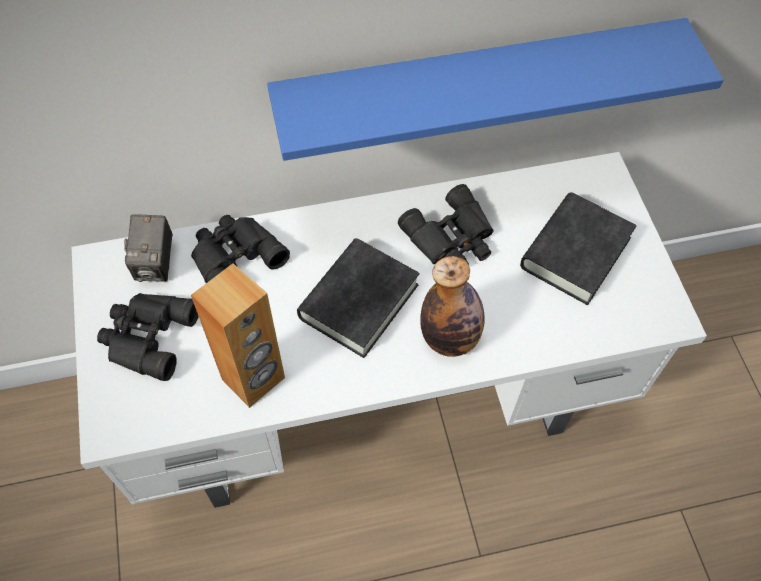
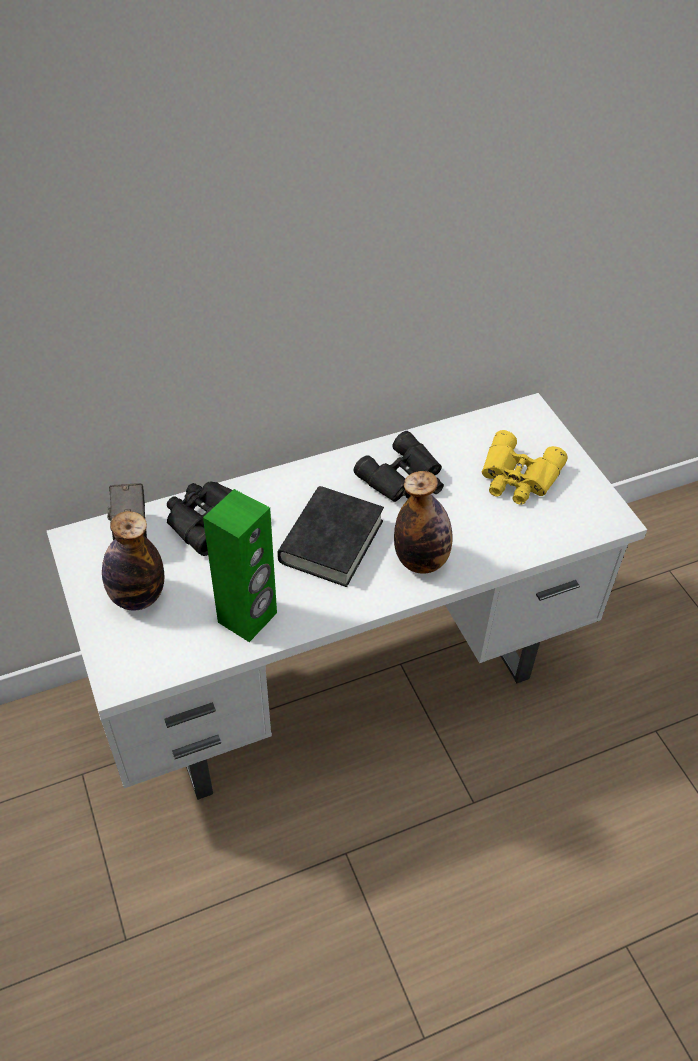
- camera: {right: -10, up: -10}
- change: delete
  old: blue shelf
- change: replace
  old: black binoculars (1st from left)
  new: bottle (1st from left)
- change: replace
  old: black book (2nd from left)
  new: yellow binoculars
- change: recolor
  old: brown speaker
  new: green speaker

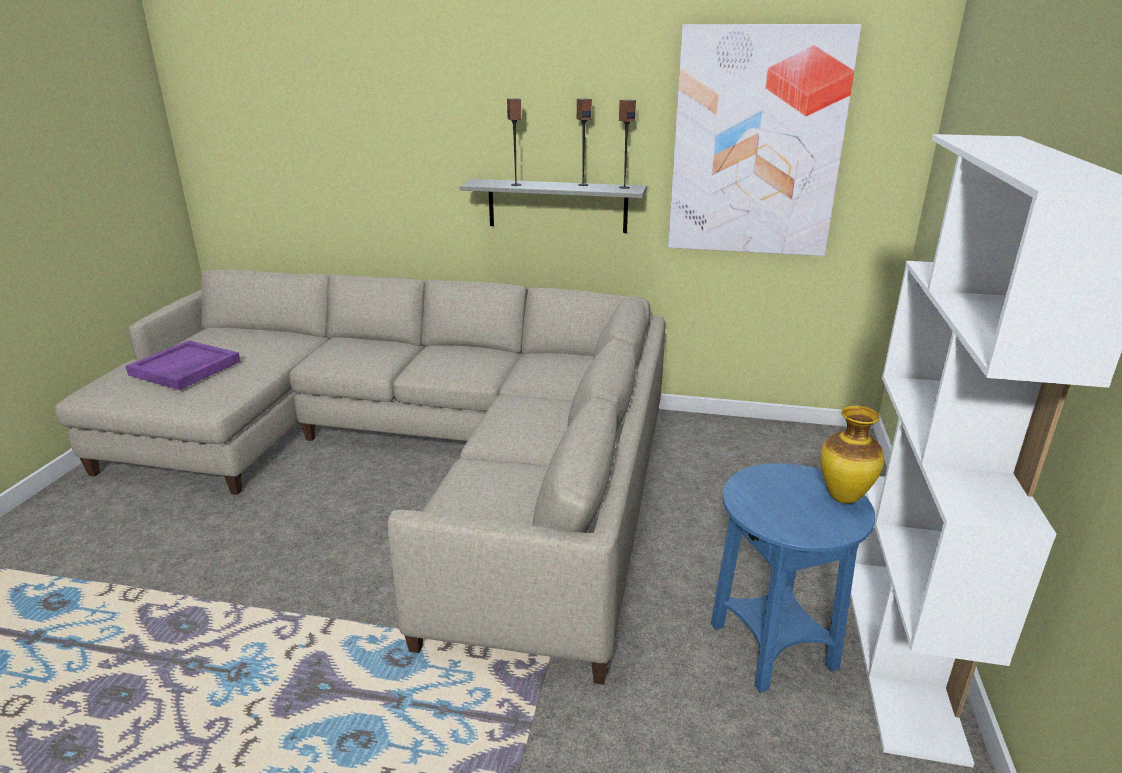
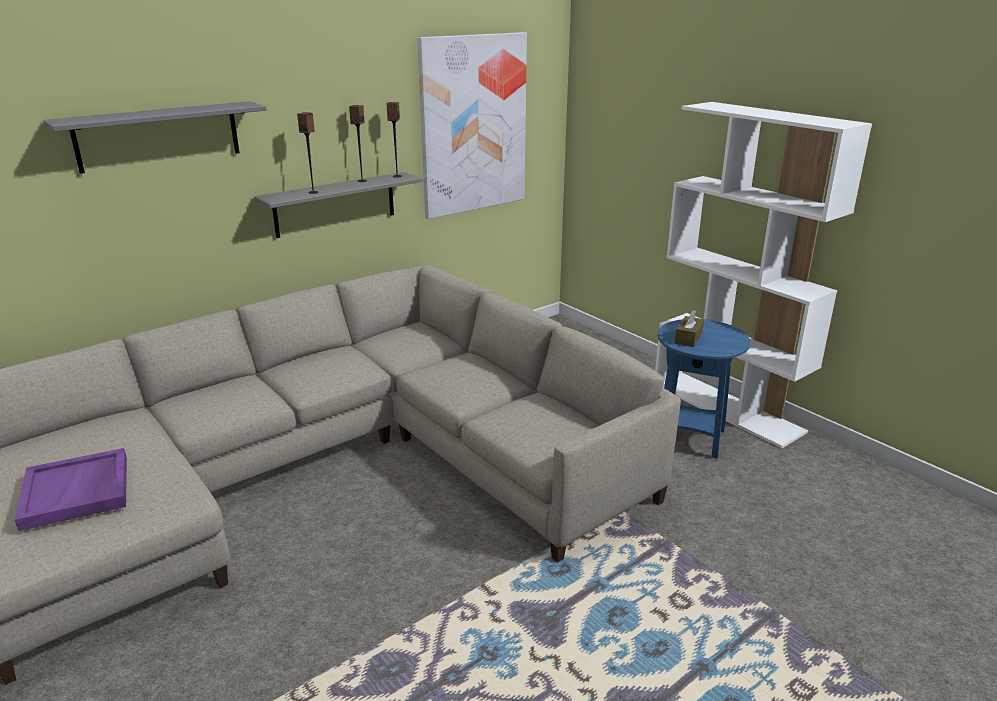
- camera: {right: -50, up: 0}
- change: delete
  old: vase
- change: insert
  new: grey shelf (1st from left)
- change: insert
  new: brown tissue box

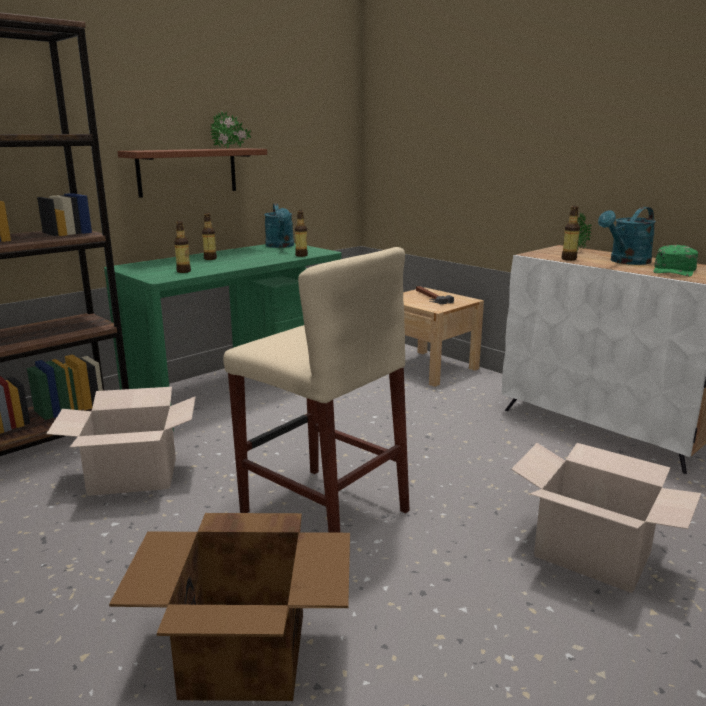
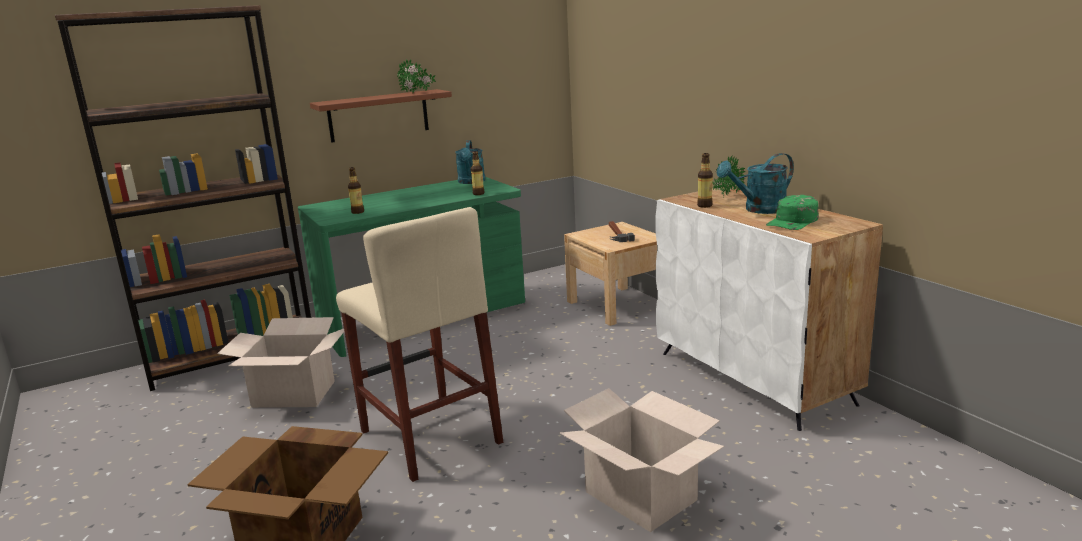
- camera: {right: 15, up: 0}
- change: delete
  old: bottle (2nd from left)

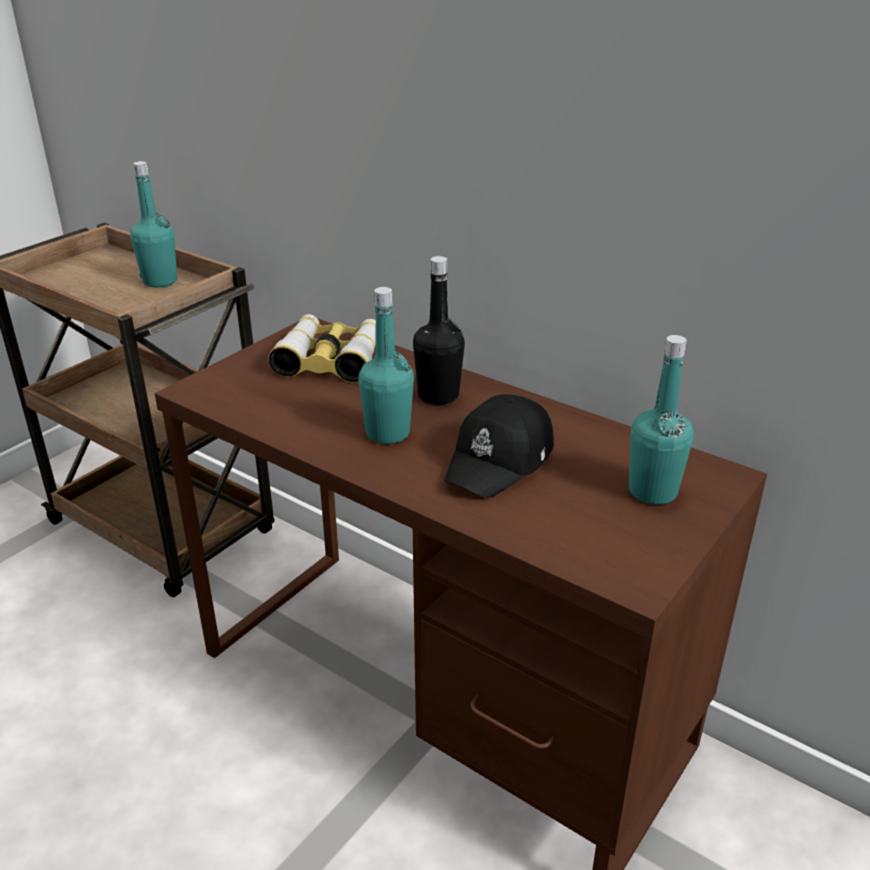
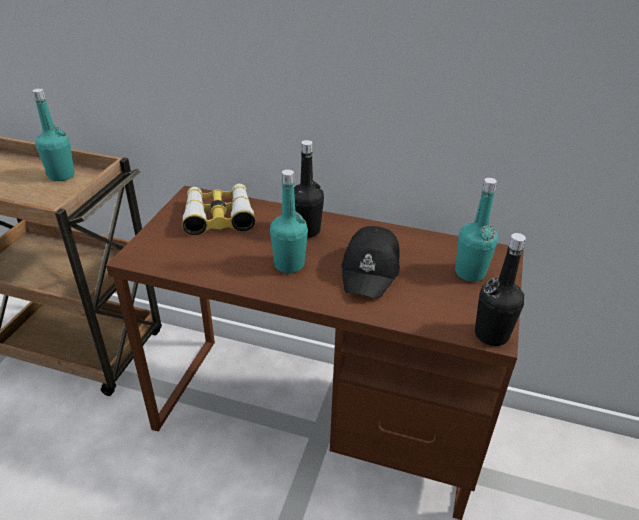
- camera: {right: -20, up: 5}
- change: insert
  new: black bottle (2nd from left)

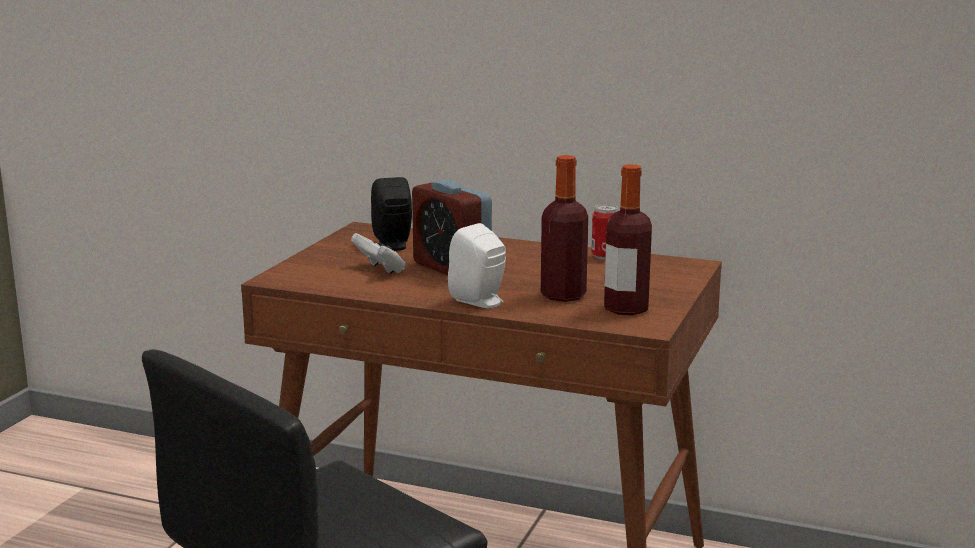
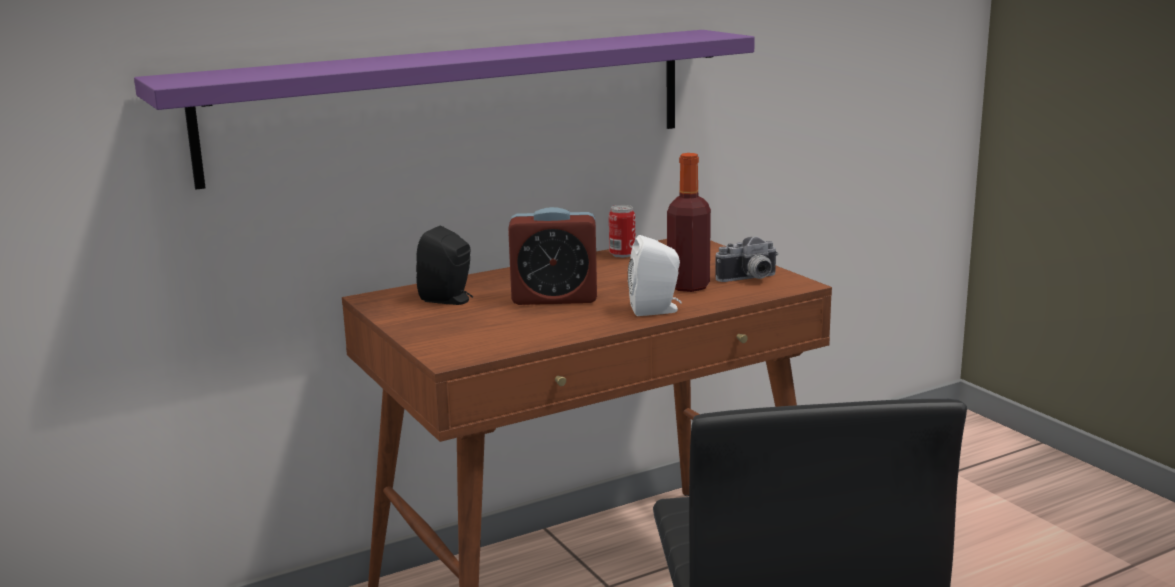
- camera: {right: -50, up: 0}
- change: delete
  old: white game controller
- change: insert
  new: purple shelf
- change: replace
  old: bottle (2nd from left)
  new: photo camera

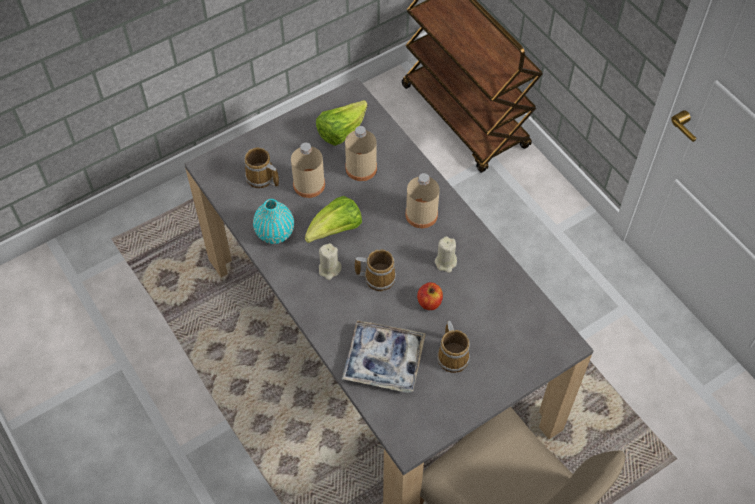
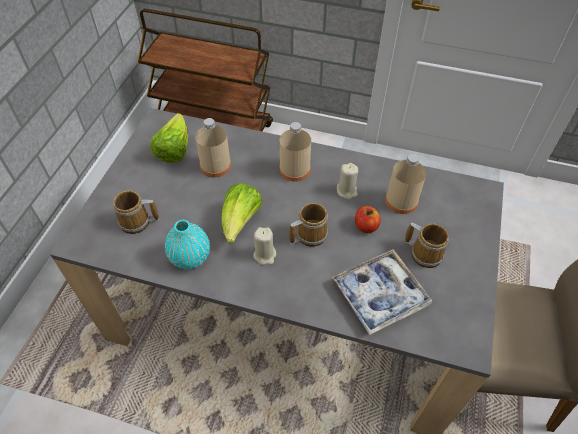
- camera: {right: -40, up: -5}
- change: move
  old: beige bottle (1st from left in the first image)
  new: beige bottle (3rd from left)

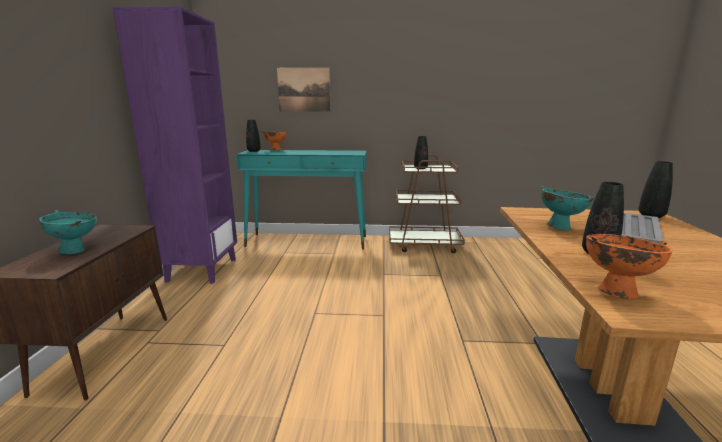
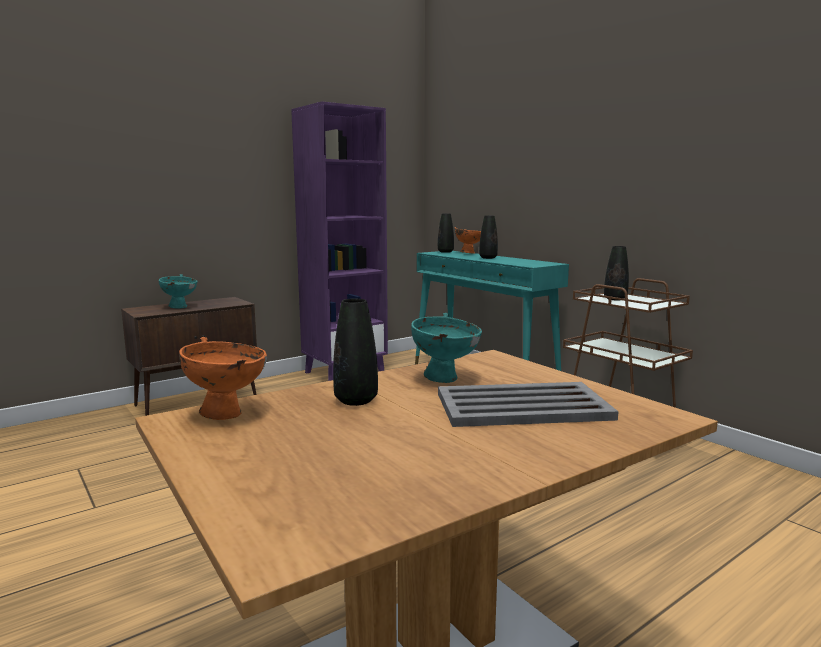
- camera: {right: 50, up: -5}
- change: delete
  old: picture
- change: move
  old: black vase (4th from left in the first image)
  new: black vase (3rd from left)

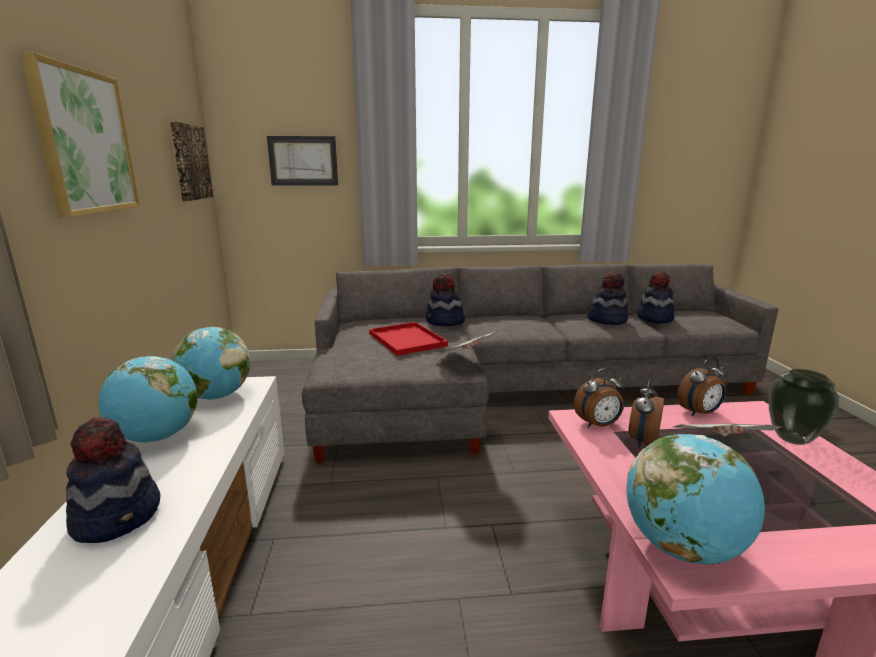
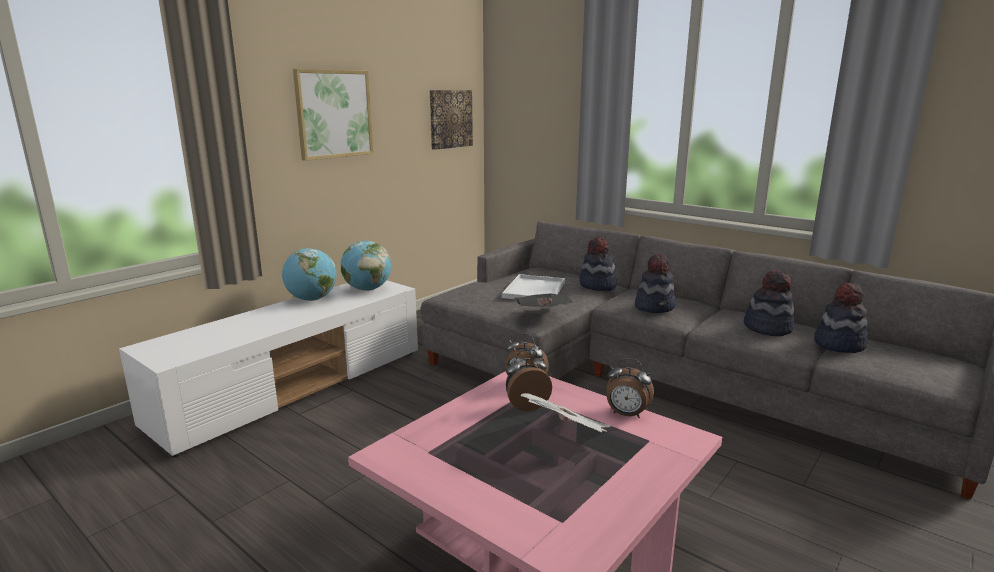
- camera: {right: 45, up: 0}
- change: delete
  old: picture (3rd from left)
- change: delete
  old: globe (3rd from left)
- change: delete
  old: vase
- change: move
  old: hat (1st from left in the first image)
  new: hat (2nd from left)
- change: recolor
  old: red tray
  new: white tray

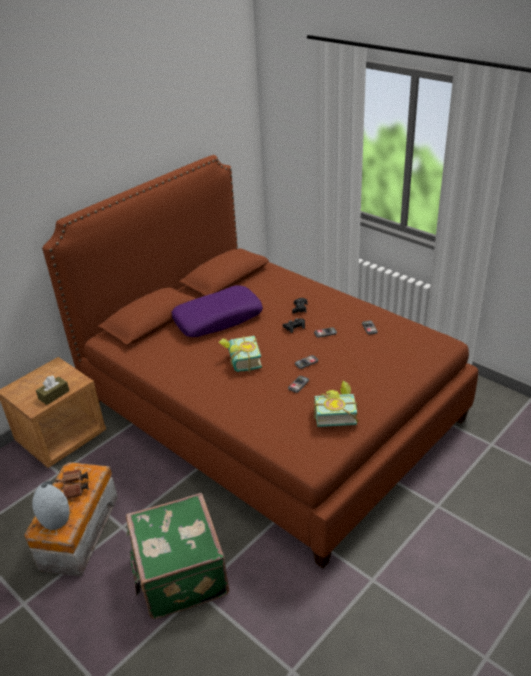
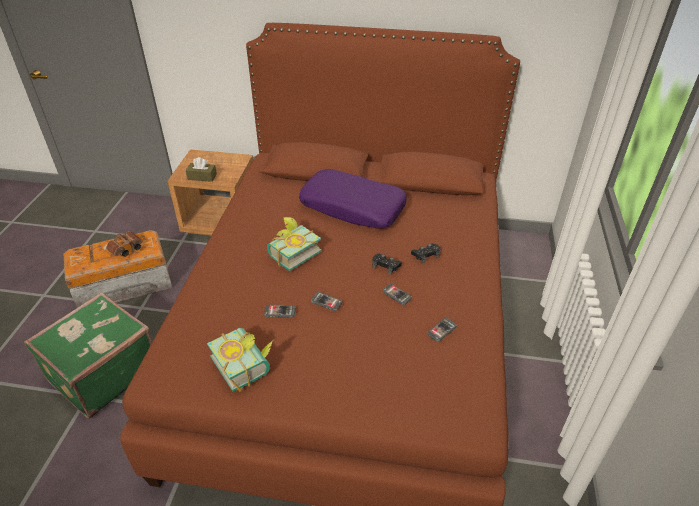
- camera: {right: 55, up: 5}
- change: delete
  old: grey vase

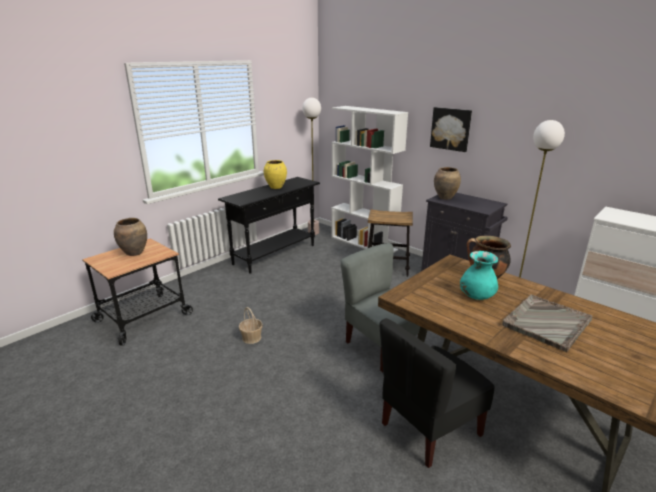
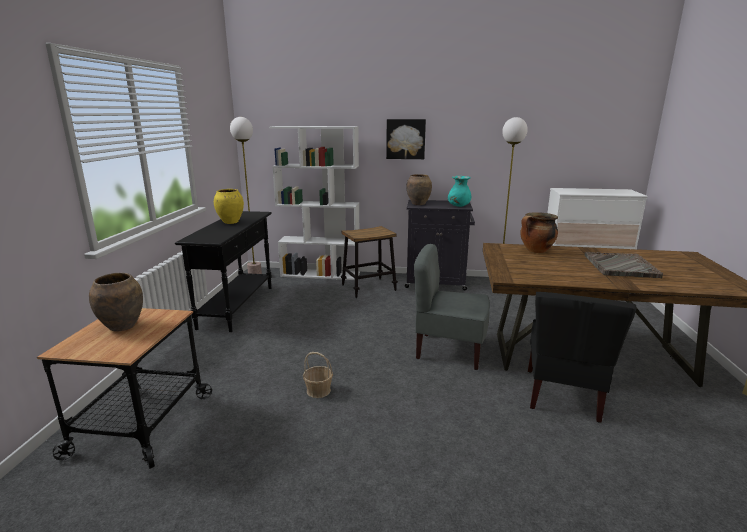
- camera: {right: -35, up: -5}
- change: move
  old: turquoise vase

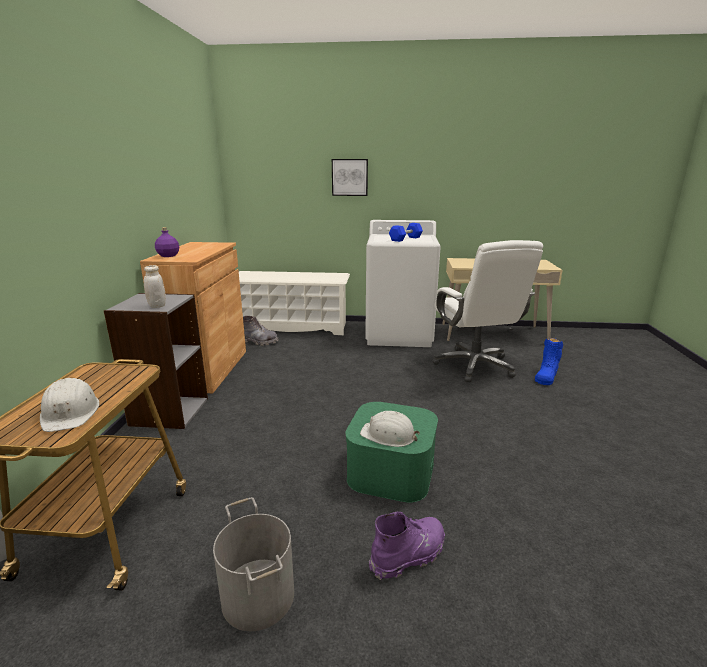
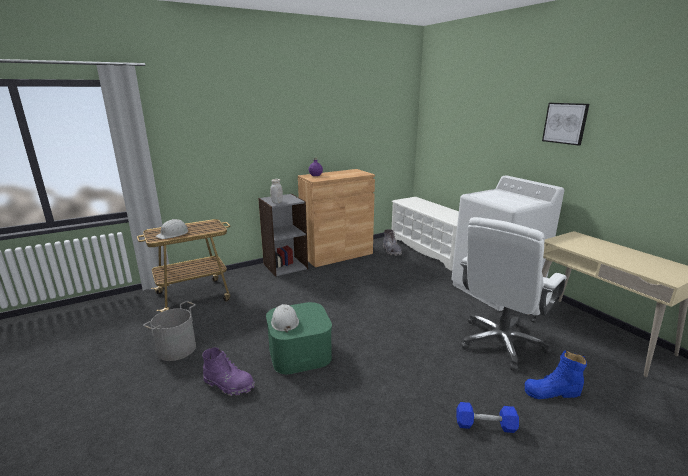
- camera: {right: 55, up: 0}
- change: move
  old: picture
- change: move
  old: blue dumbbell

